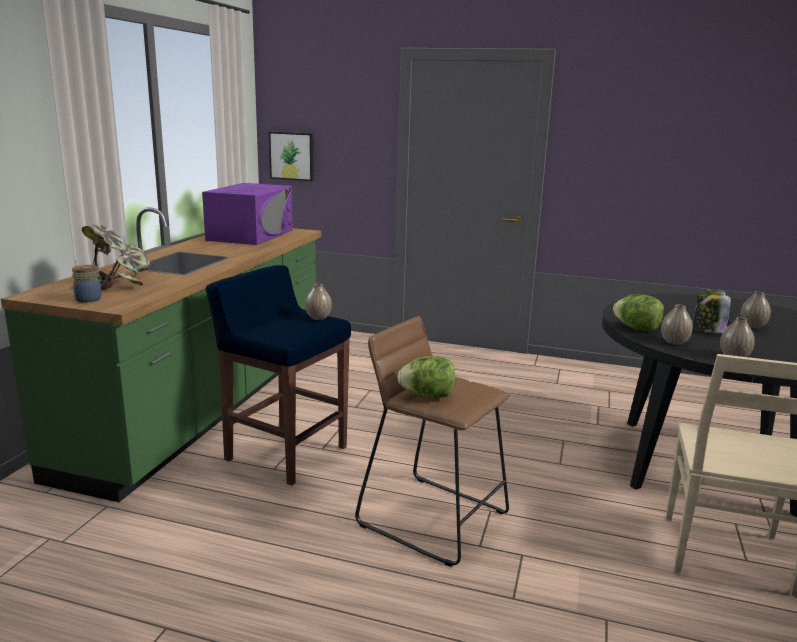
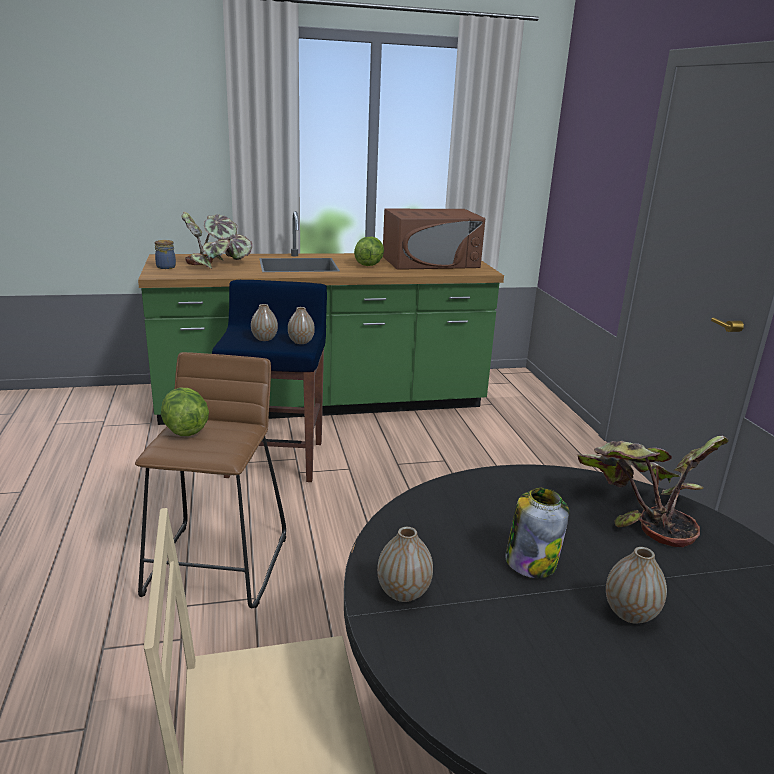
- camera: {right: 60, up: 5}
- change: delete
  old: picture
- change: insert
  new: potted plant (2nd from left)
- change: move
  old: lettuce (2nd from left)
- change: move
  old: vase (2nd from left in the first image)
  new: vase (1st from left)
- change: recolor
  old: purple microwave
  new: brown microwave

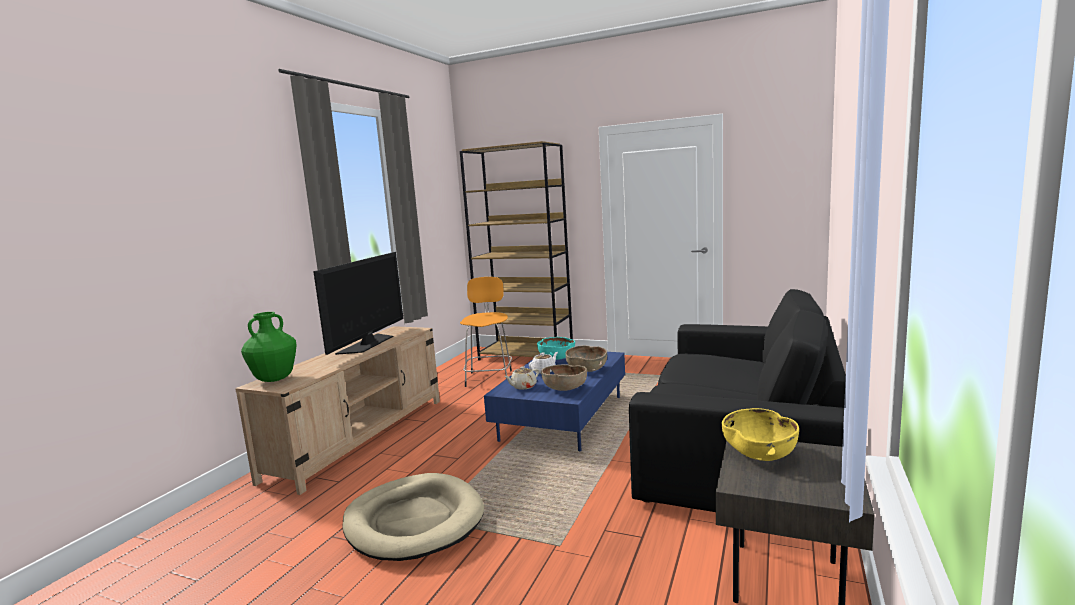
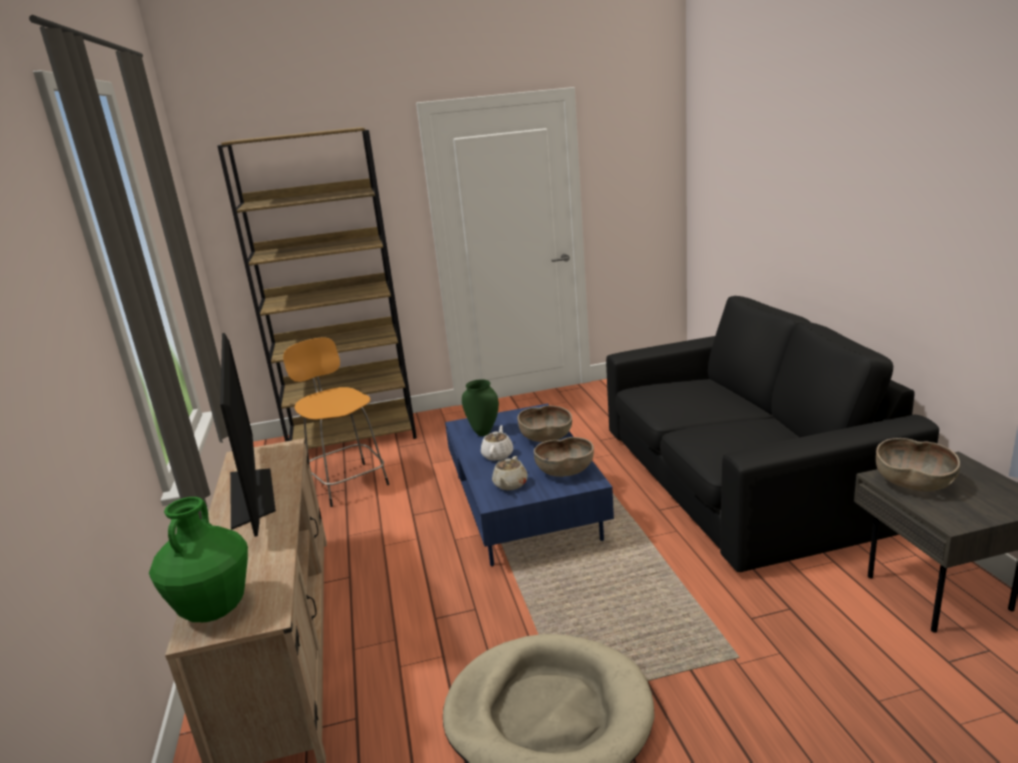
- camera: {right: -35, up: 10}
- change: replace
  old: turquoise bowl
  new: green vase (2nd from left)
- change: recolor
  old: yellow bowl
  new: brown bowl (3rd from left)

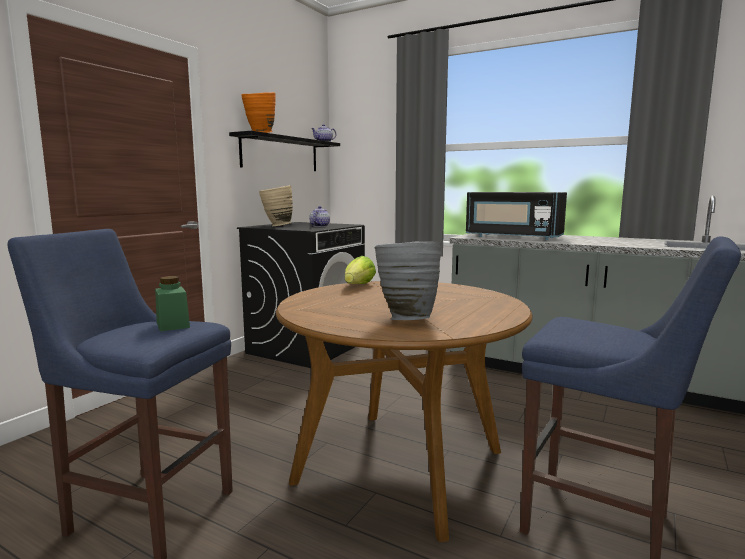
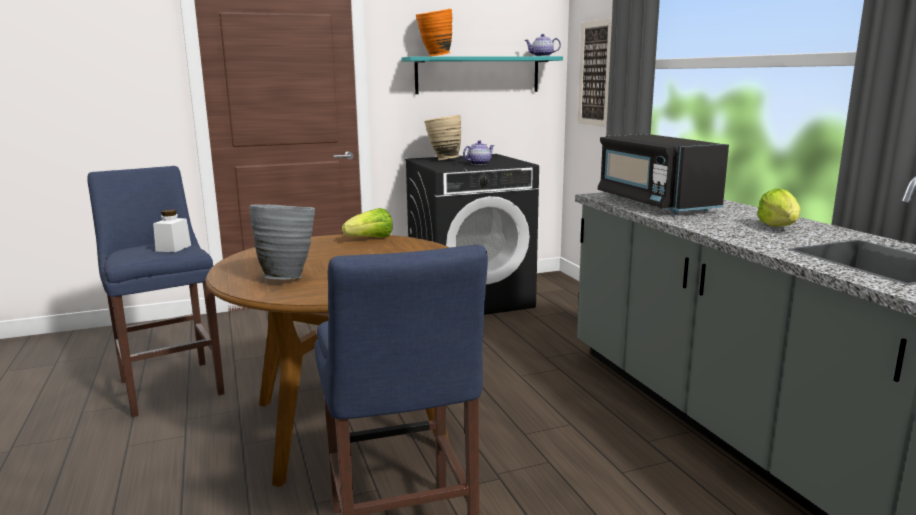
- camera: {right: 40, up: 5}
- change: insert
  new: picture
- change: insert
  new: lettuce (2nd from left)
- change: recolor
  old: green jar
  new: white jar
- change: recolor
  old: black shelf
  new: turquoise shelf

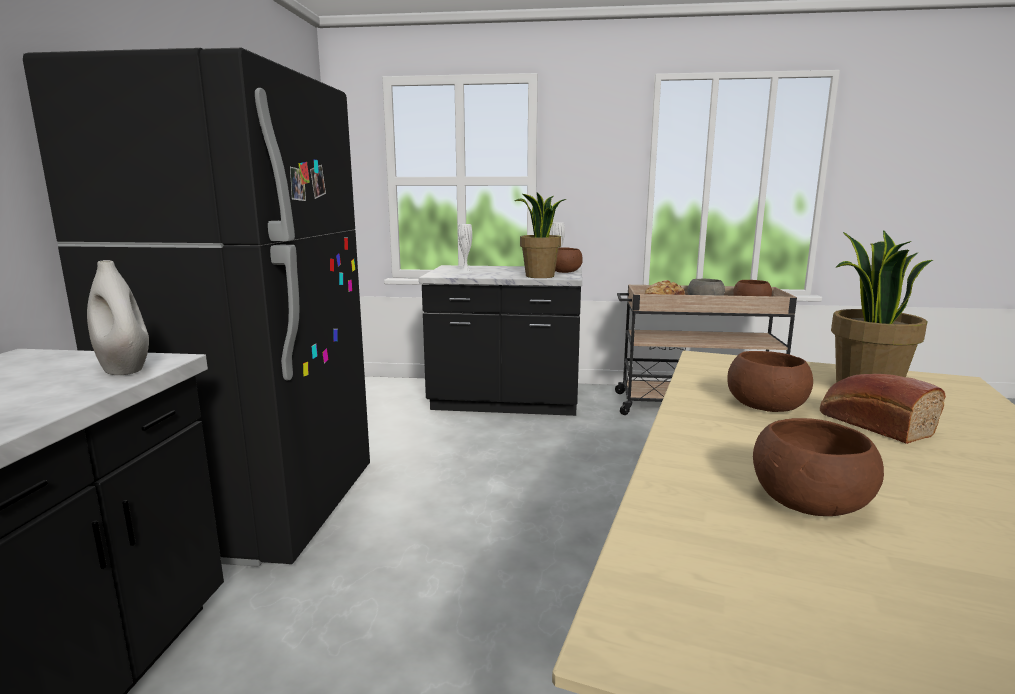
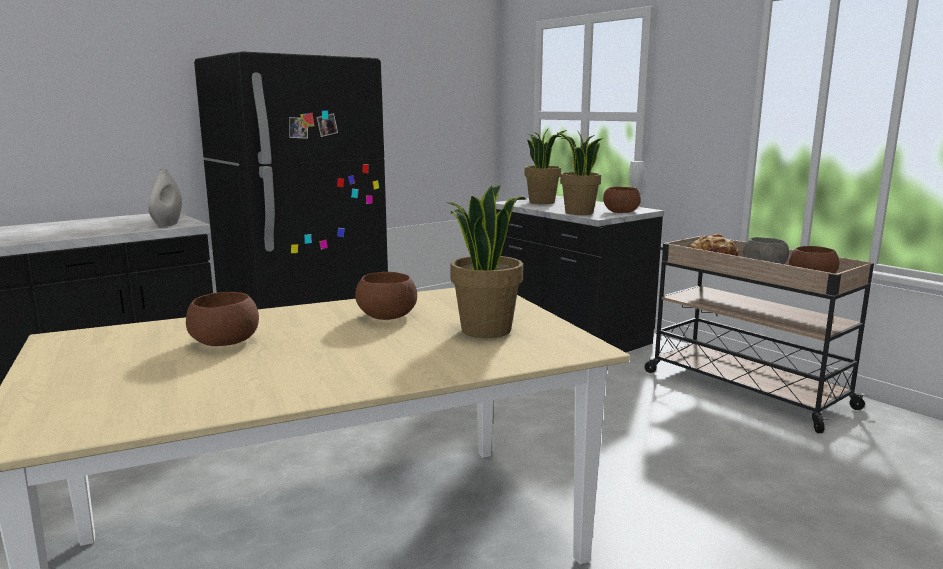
- camera: {right: 45, up: 0}
- change: delete
  old: bread (2nd from left)
- change: replace
  old: white vase (2nd from left)
  new: potted plant (2nd from left)

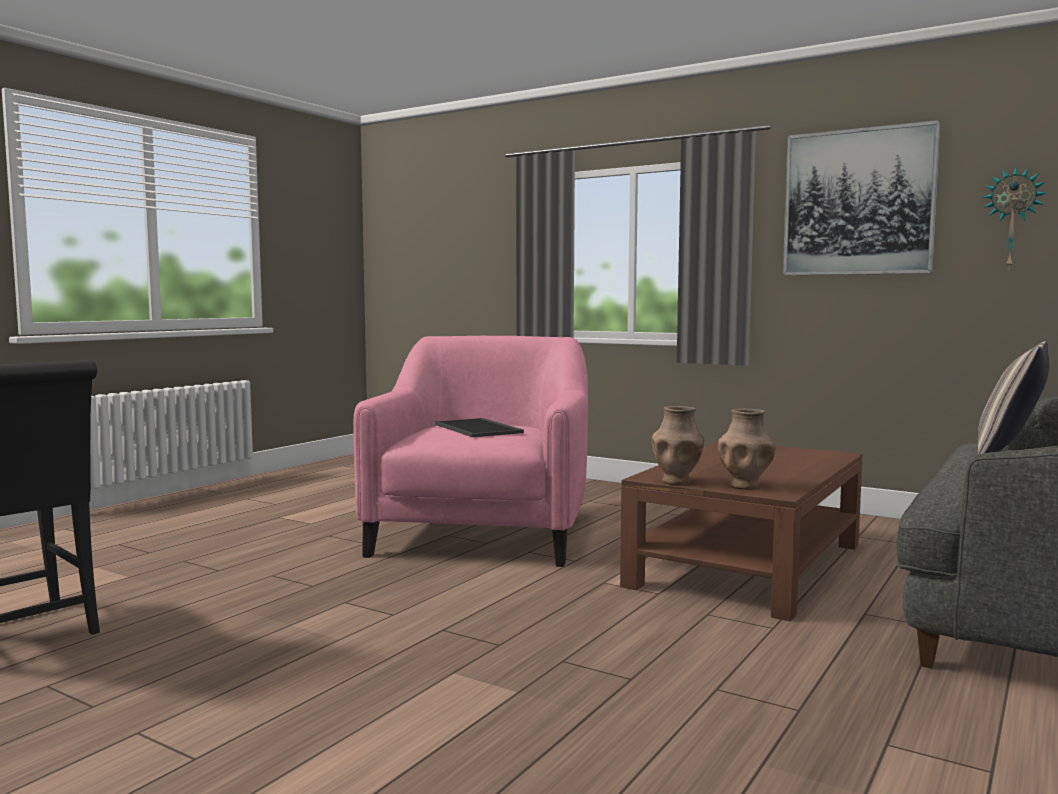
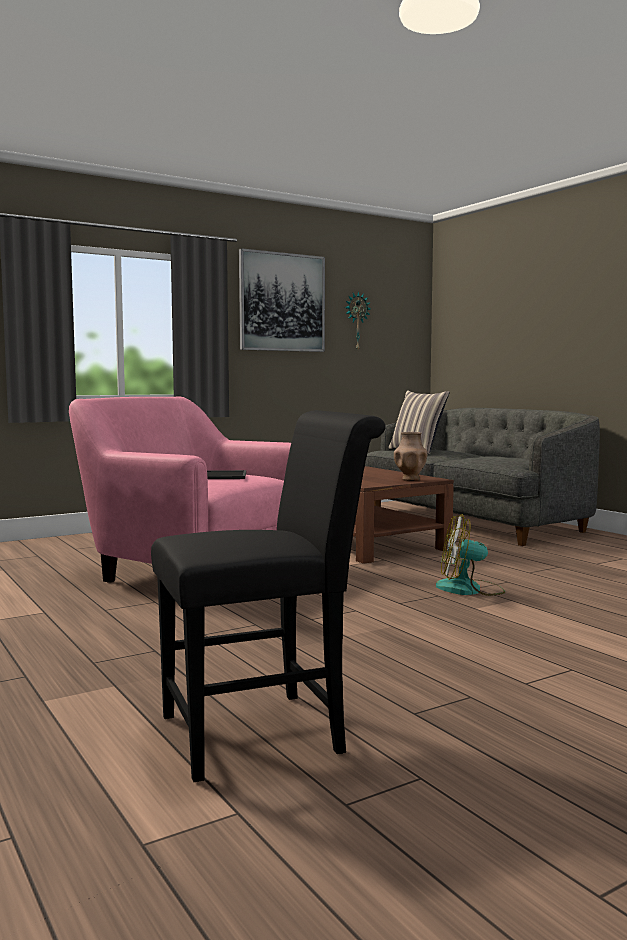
- camera: {right: -65, up: 0}
- change: delete
  old: brown vase (1st from left)
- change: insert
  new: fan

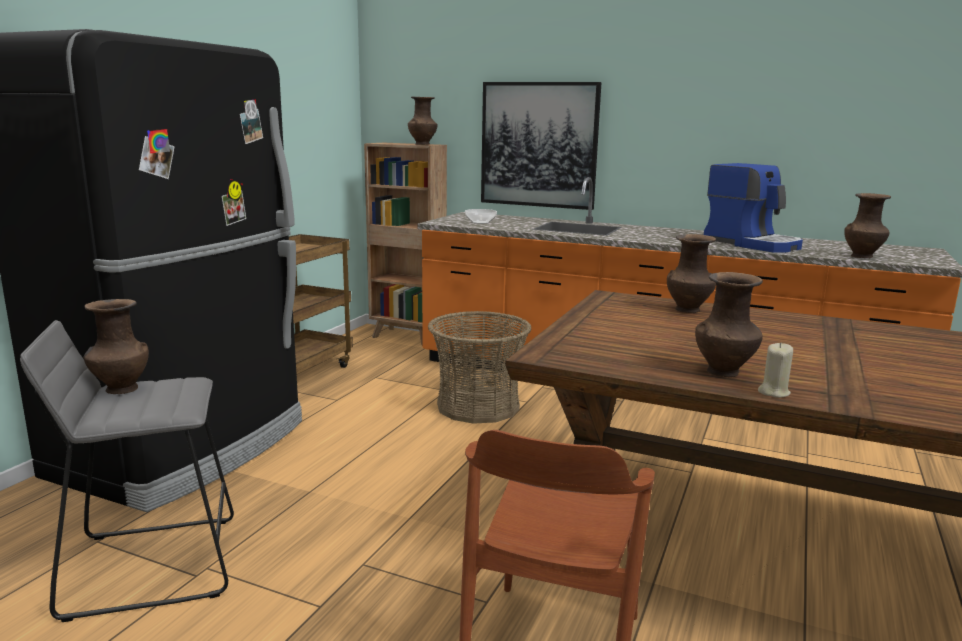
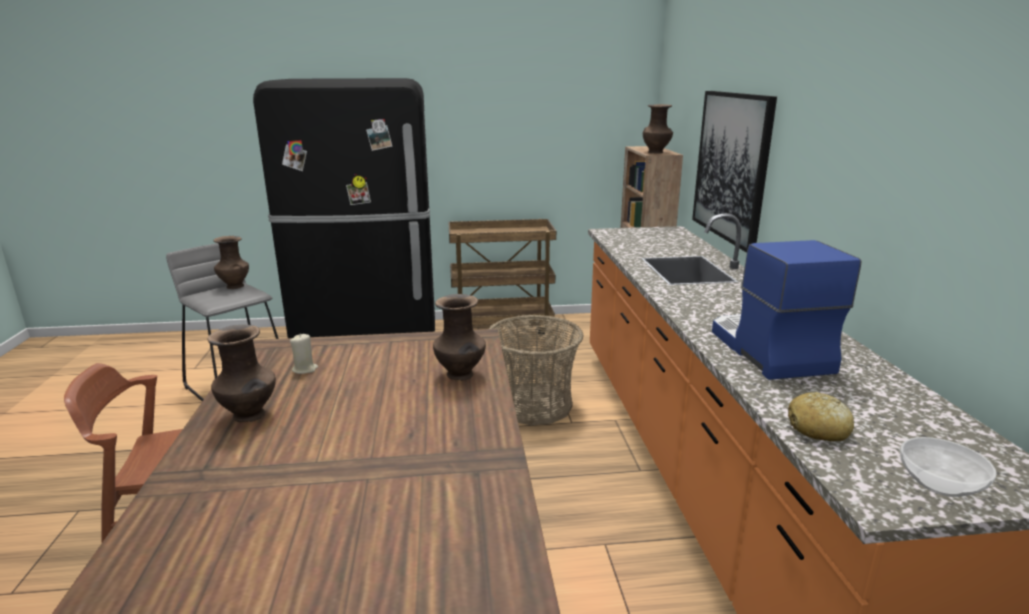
- camera: {right: 60, up: 5}
- change: move
  old: bowl
- change: move
  old: beige candle
- change: replace
  old: brown vase (5th from left)
  new: bread
- change: rotate
  old: coffee machine
  degrees: 150

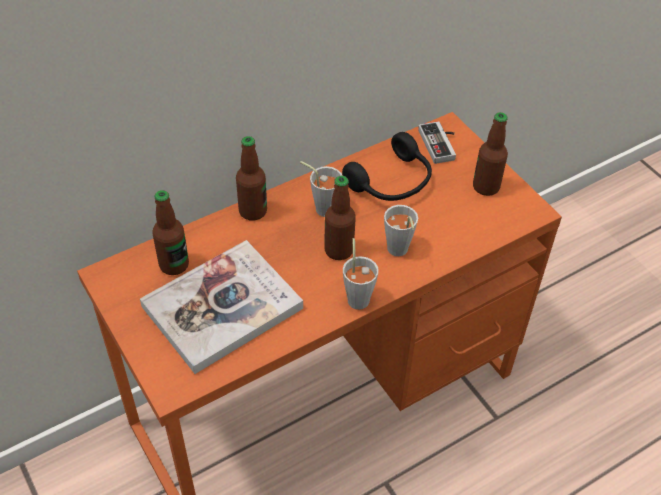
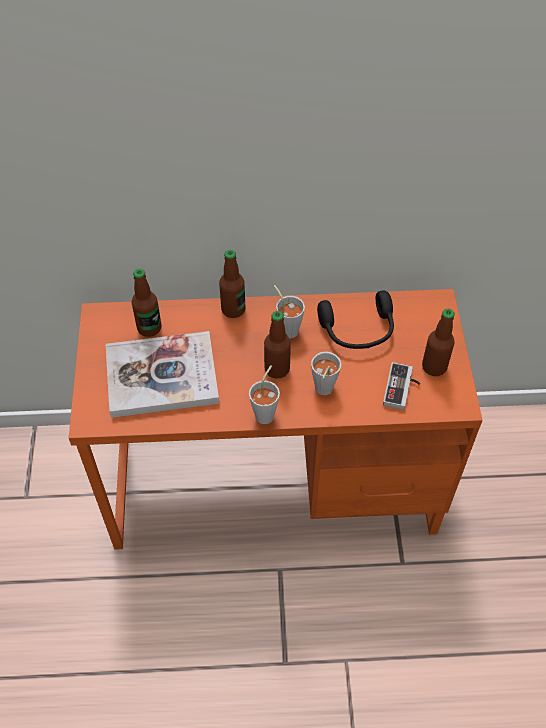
- camera: {right: 30, up: 5}
- change: move
  old: game controller

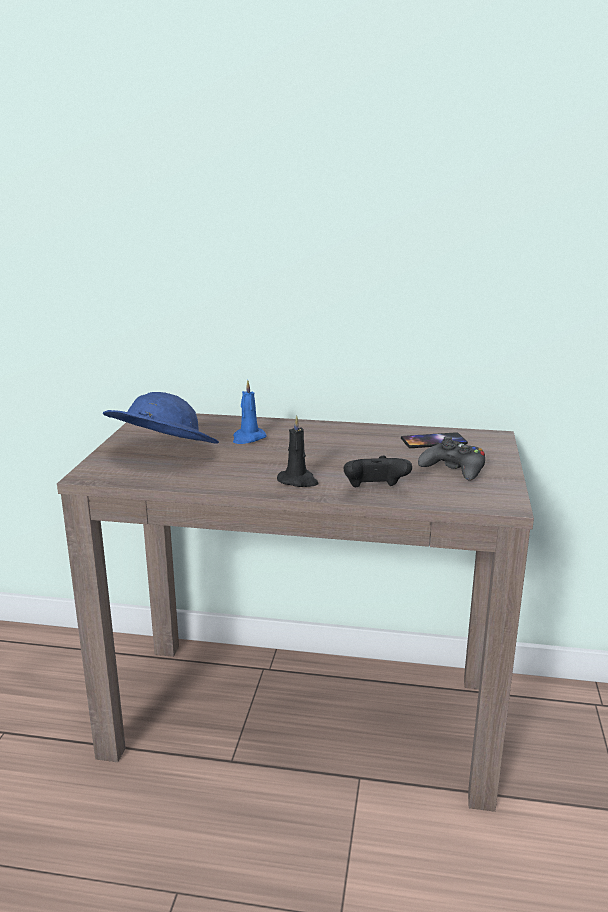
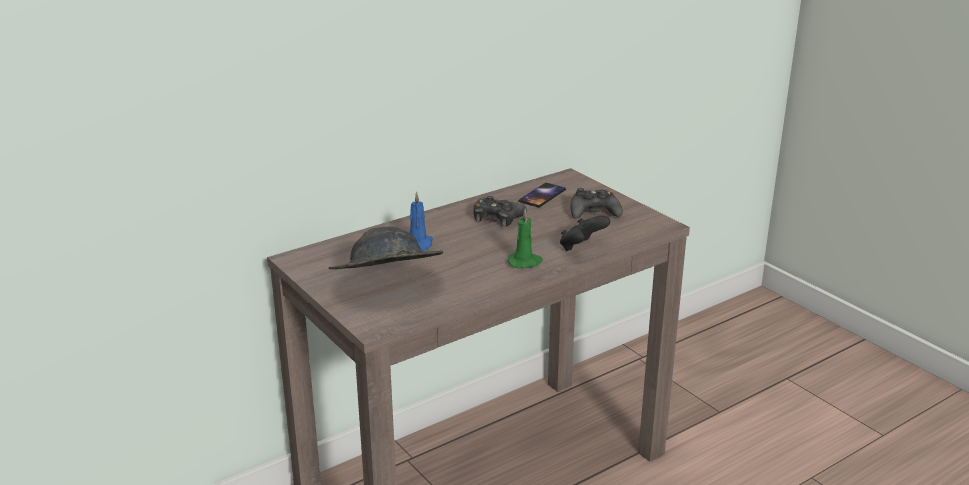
- camera: {right: -45, up: 5}
- change: insert
  new: black game controller (1st from left)
- change: recolor
  old: blue hat
  new: grey hat
- change: recolor
  old: black candle
  new: green candle

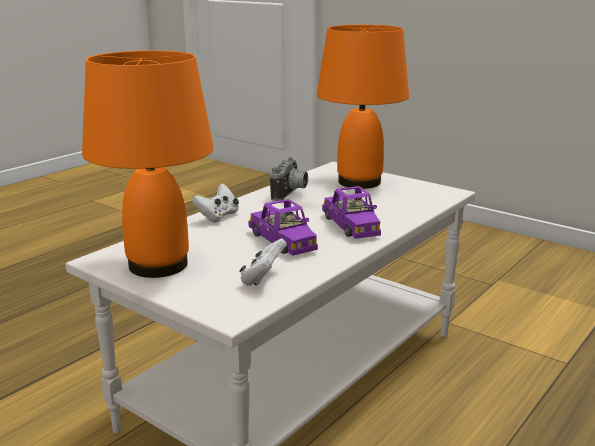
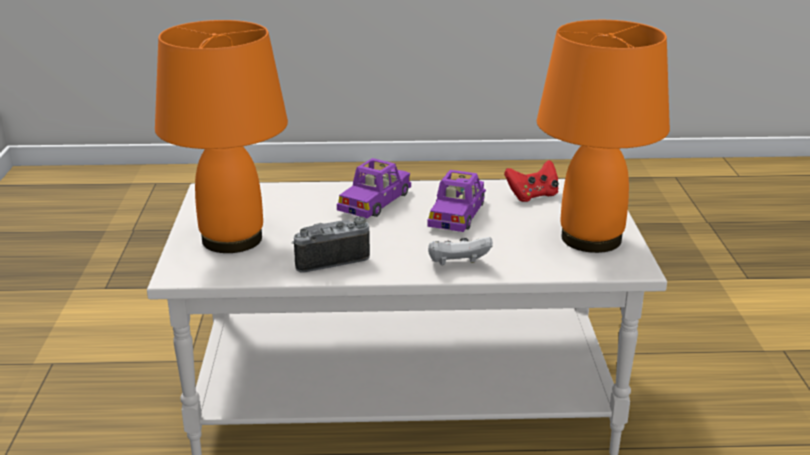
- camera: {right: -130, up: 5}
- change: recolor
  old: white game controller (2nd from left)
  new: red game controller

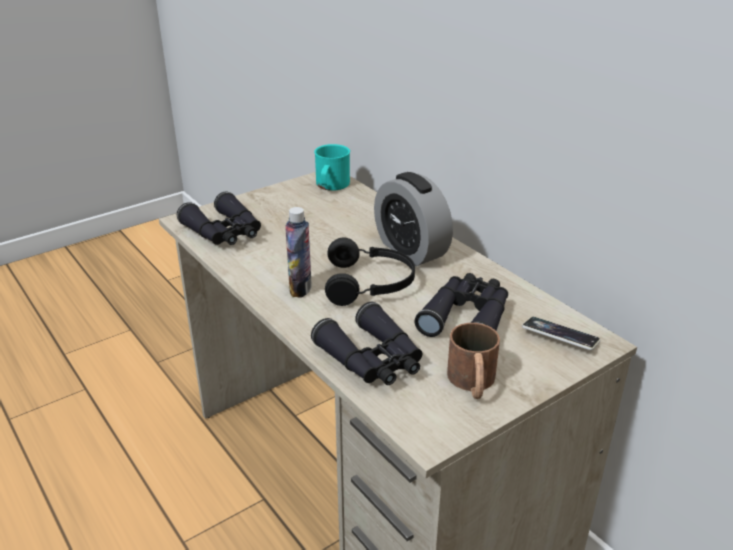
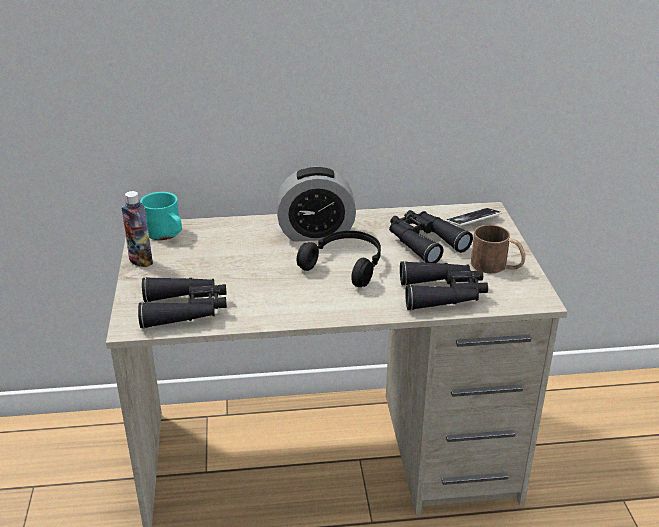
- camera: {right: -60, up: 0}
- change: move
  old: bottle

